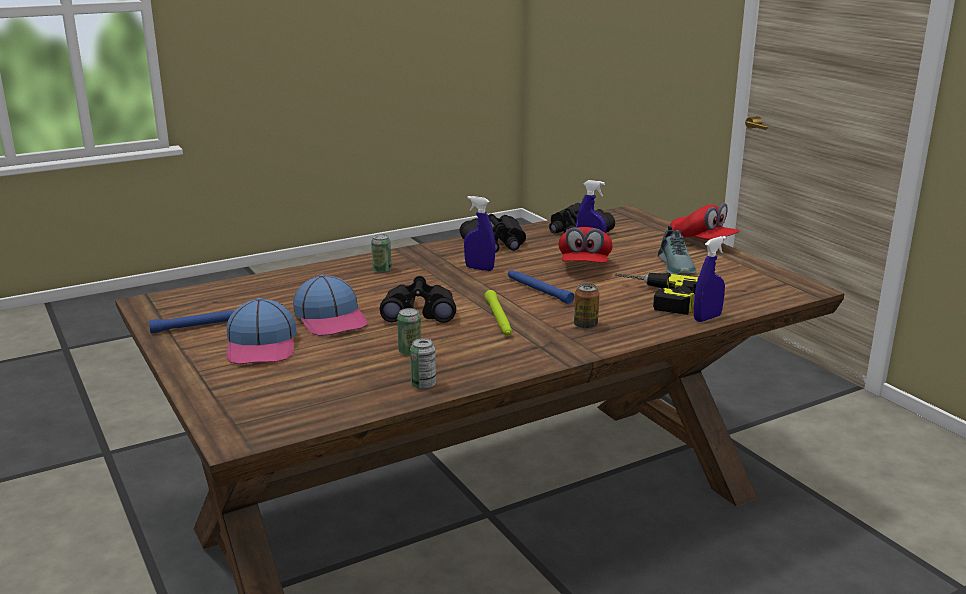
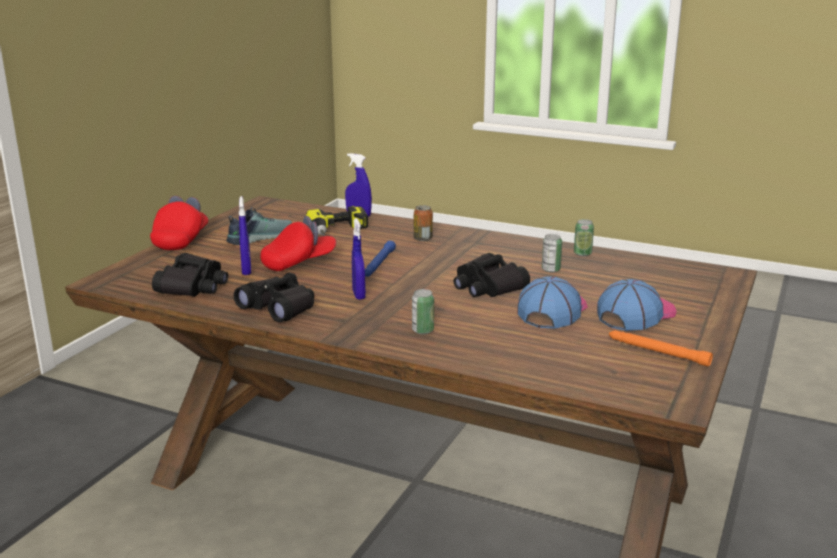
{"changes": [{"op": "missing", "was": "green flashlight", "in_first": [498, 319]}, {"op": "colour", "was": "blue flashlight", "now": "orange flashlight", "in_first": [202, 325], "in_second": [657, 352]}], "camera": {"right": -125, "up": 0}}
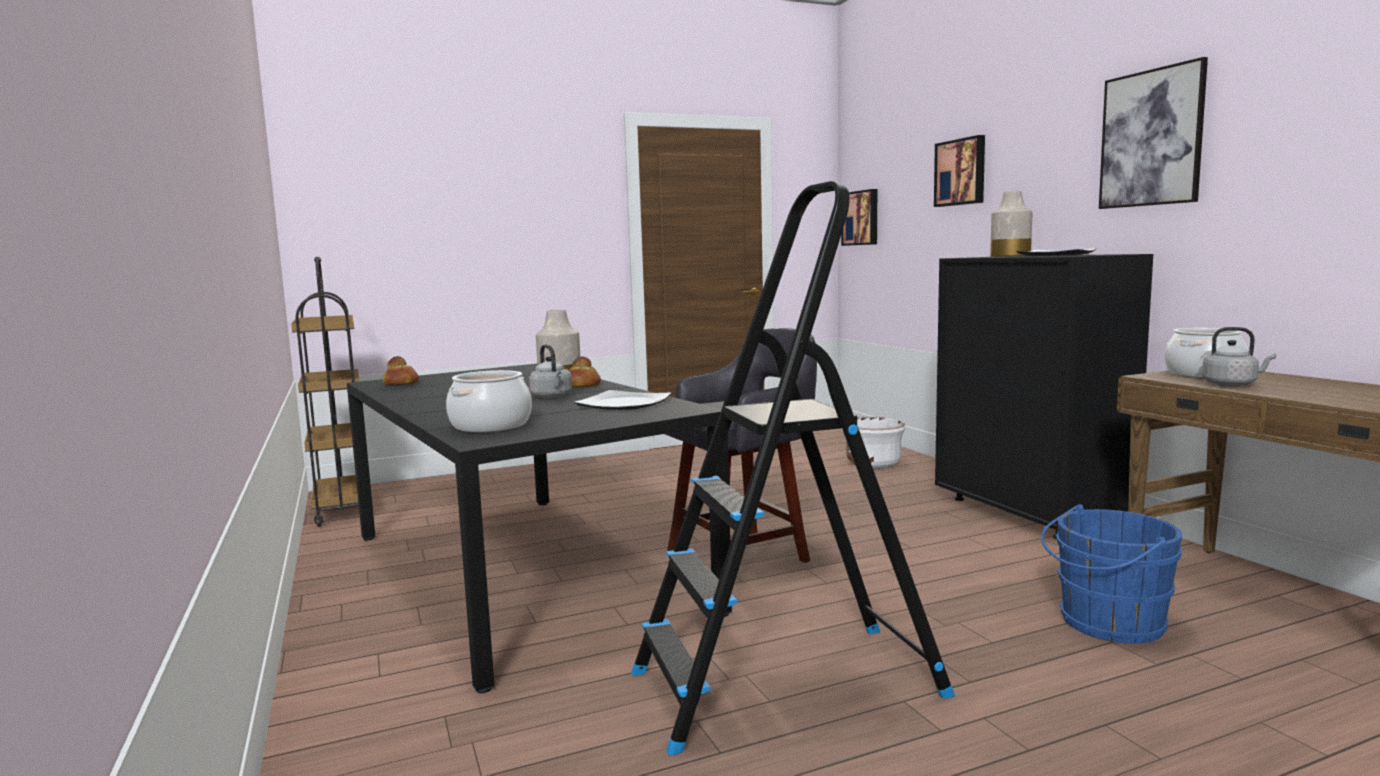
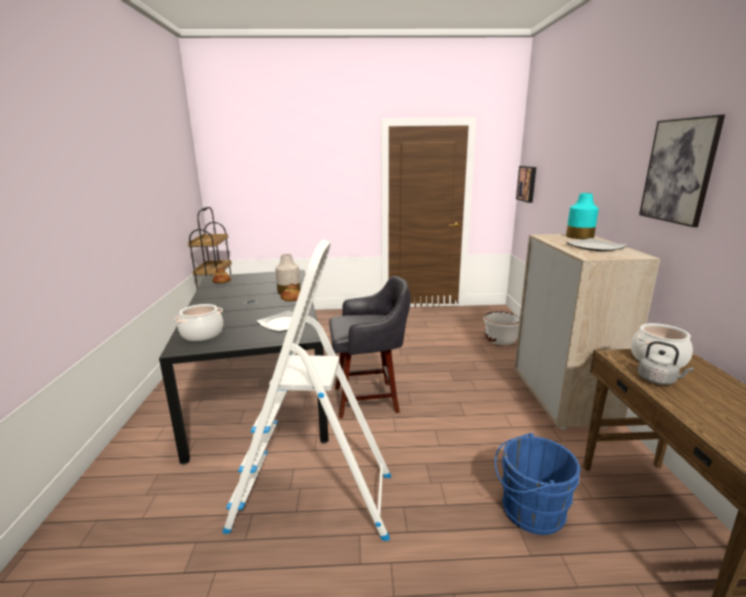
{"changes": [{"op": "missing", "was": "picture", "in_first": [961, 172]}, {"op": "colour", "was": "black step ladder", "now": "white step ladder", "in_first": [784, 684], "in_second": [312, 502]}, {"op": "colour", "was": "beige vase", "now": "turquoise vase", "in_first": [1010, 255], "in_second": [580, 236]}, {"op": "colour", "was": "black cabinet", "now": "beige cabinet", "in_first": [1029, 512], "in_second": [562, 401]}, {"op": "missing", "was": "grey kettle", "in_first": [552, 396]}], "camera": {"right": 20, "up": 10}}
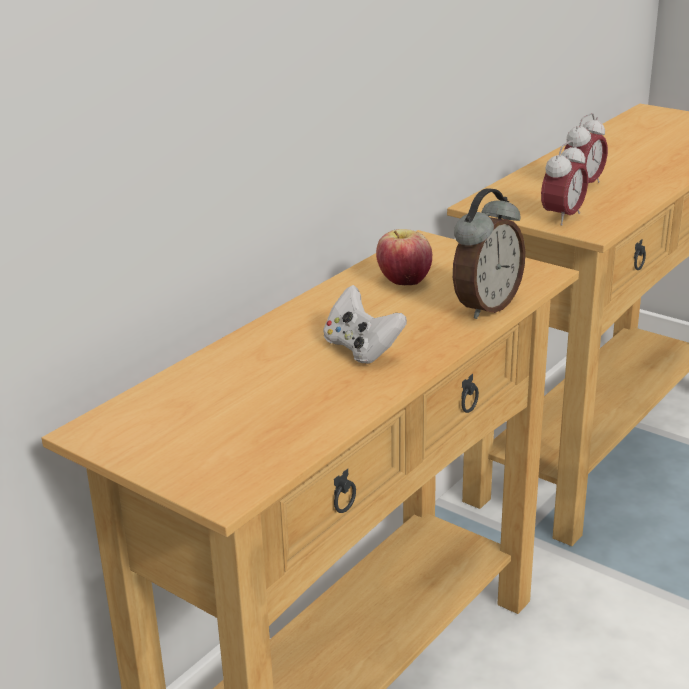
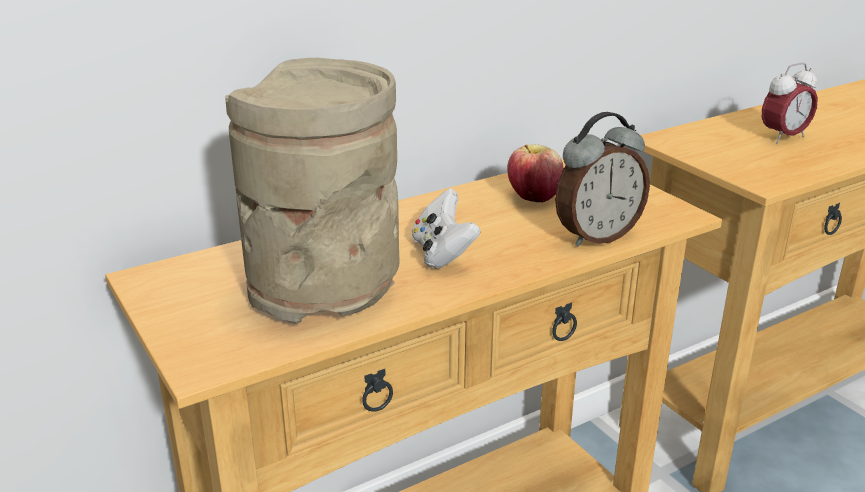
{"changes": [{"op": "missing", "was": "alarm clock", "in_first": [562, 218]}, {"op": "appeared", "now": "beige vase", "in_second": [325, 291]}], "camera": {"right": 20, "up": 0}}
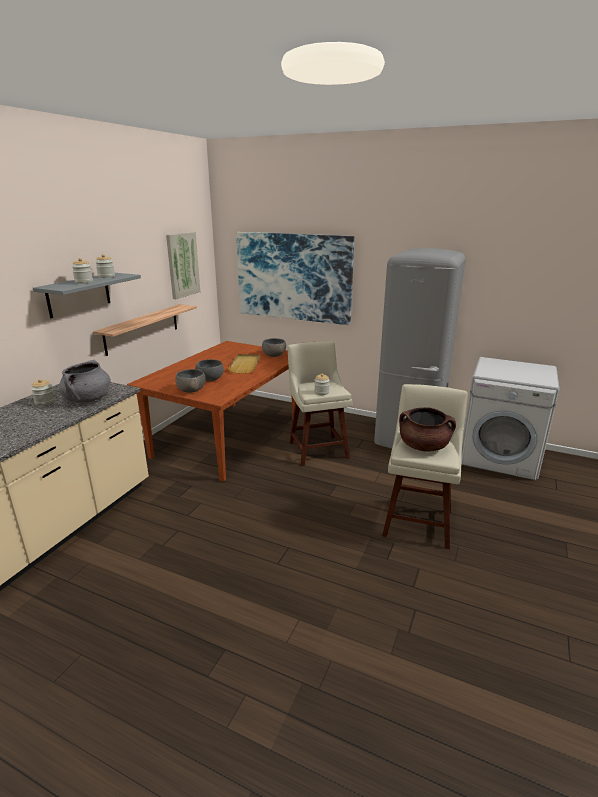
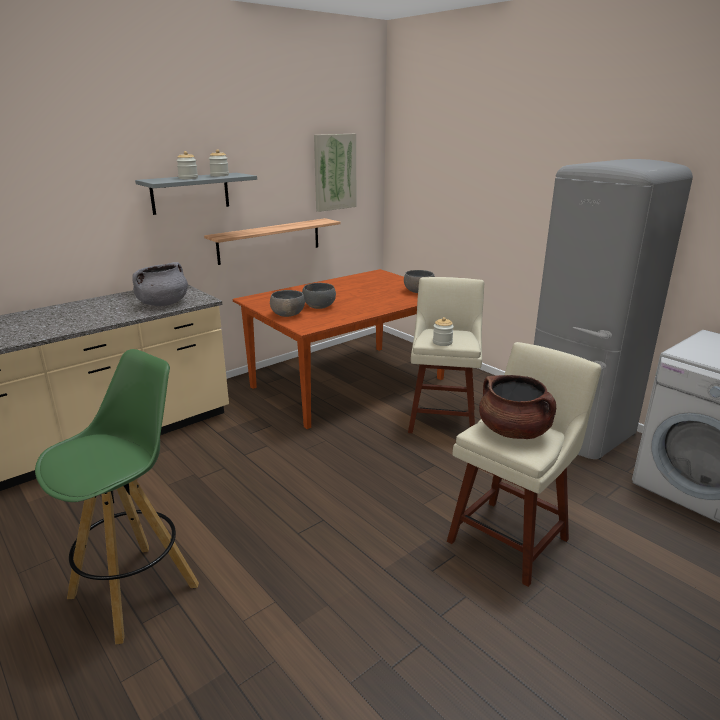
{"changes": [{"op": "missing", "was": "picture", "in_first": [293, 277]}, {"op": "missing", "was": "beige tray", "in_first": [245, 365]}, {"op": "missing", "was": "jar", "in_first": [45, 402]}, {"op": "appeared", "now": "green stool", "in_second": [137, 590]}], "camera": {"right": 25, "up": 0}}
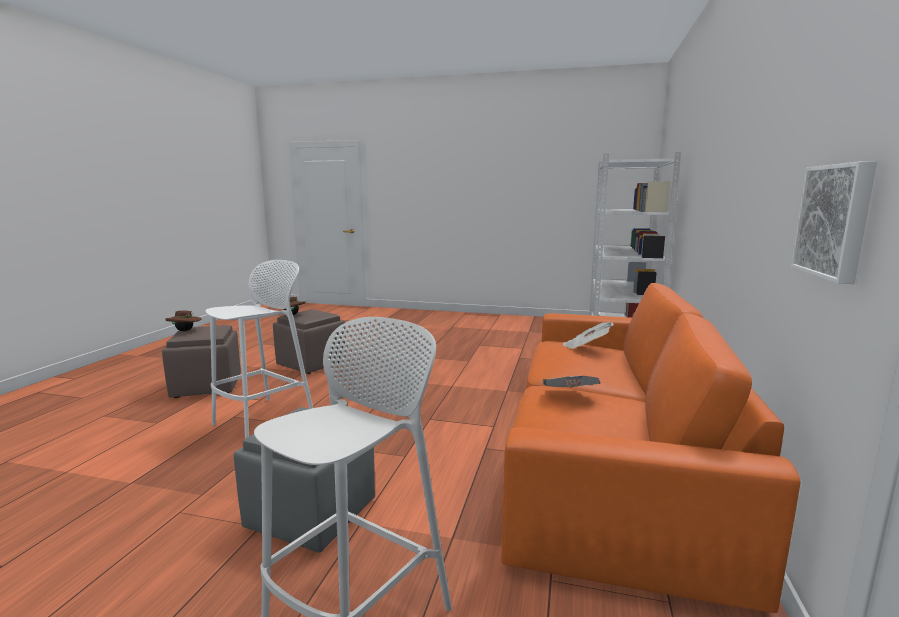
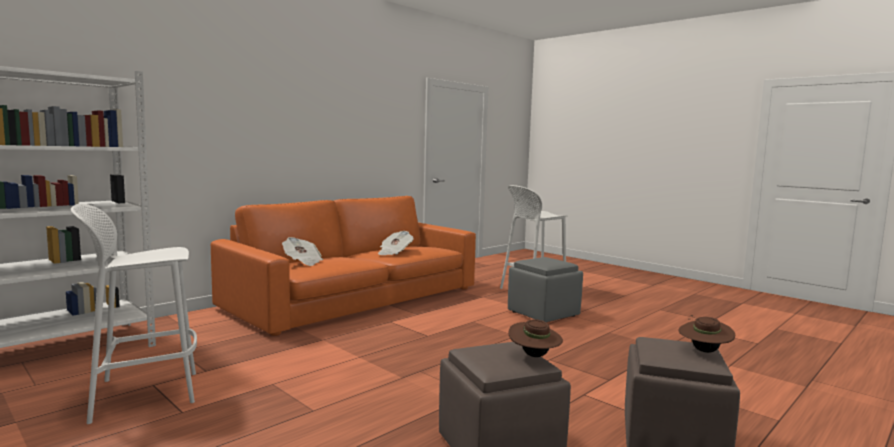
{"changes": [{"op": "missing", "was": "picture", "in_first": [836, 221]}, {"op": "relocated", "was": "white stool", "in_first": [264, 419], "in_second": [143, 394]}], "camera": {"right": -150, "up": -5}}
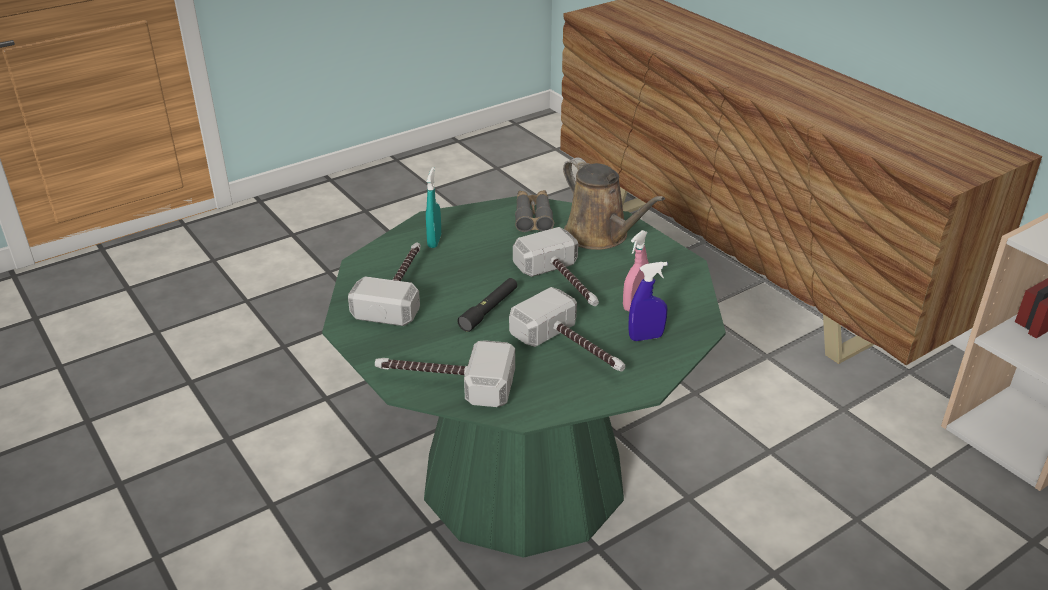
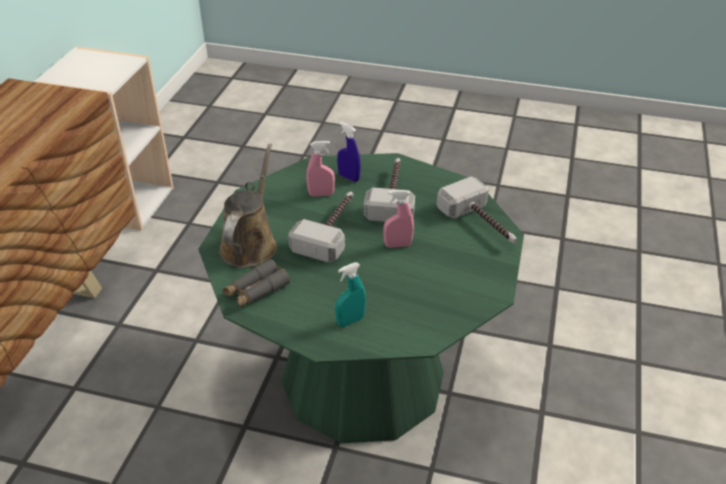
{"changes": [{"op": "missing", "was": "hammer", "in_first": [399, 290]}, {"op": "exchanged", "was": "black flashlight", "now": "pink spray bottle", "in_first": [489, 310], "in_second": [398, 245]}], "camera": {"right": -130, "up": 5}}
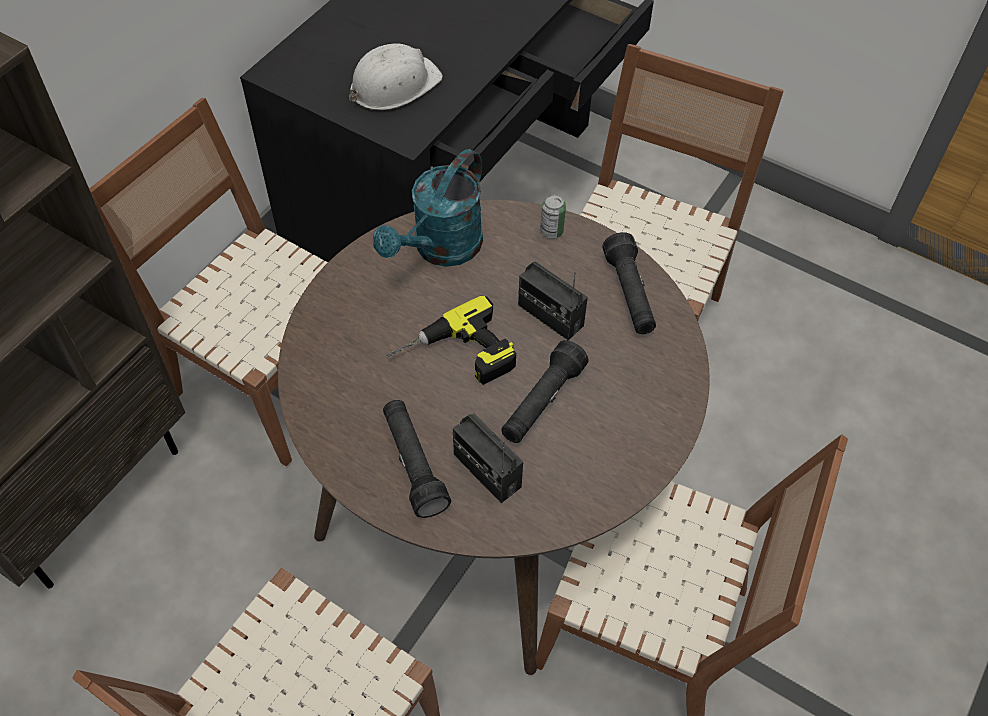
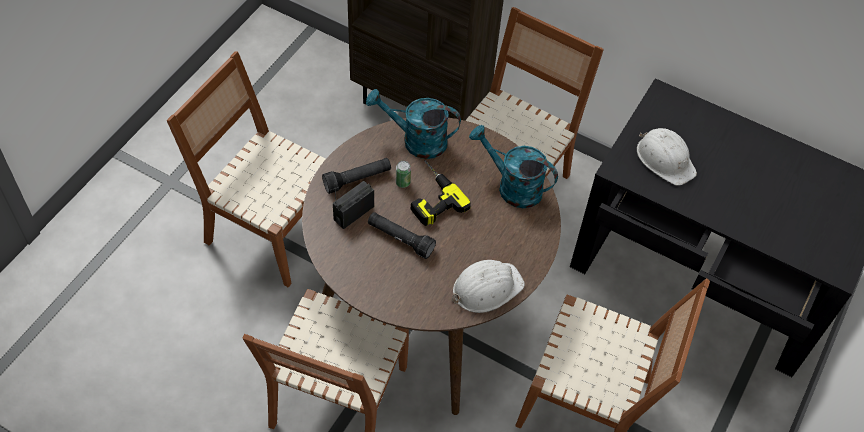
{"changes": [{"op": "relocated", "was": "can", "in_first": [551, 231], "in_second": [403, 182]}, {"op": "exchanged", "was": "black flashlight", "now": "white hard hat", "in_first": [629, 294], "in_second": [486, 288]}, {"op": "missing", "was": "radio", "in_first": [550, 315]}, {"op": "appeared", "now": "turquoise watering can", "in_second": [416, 140]}], "camera": {"right": 85, "up": 0}}
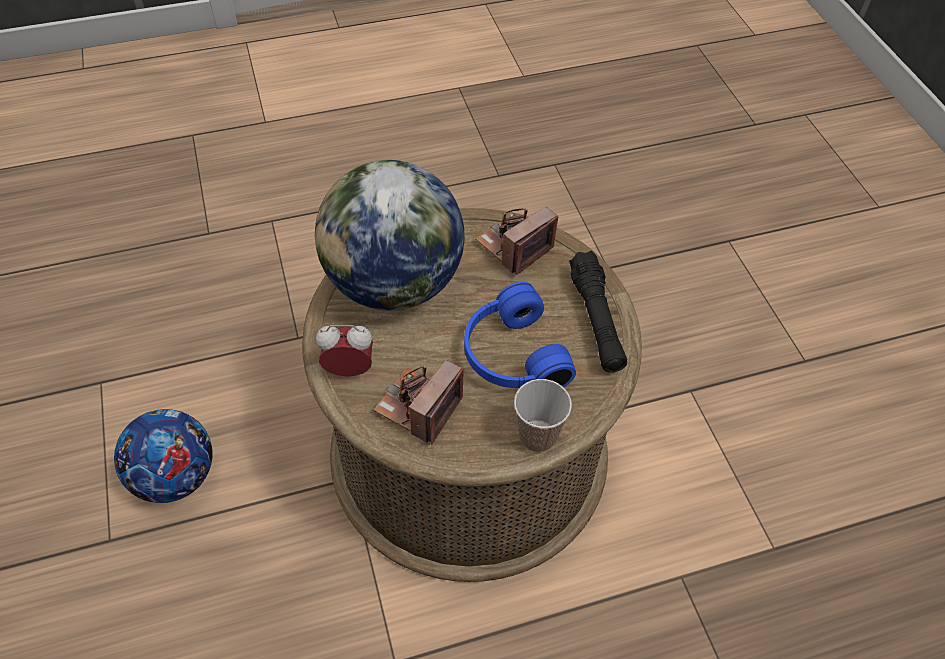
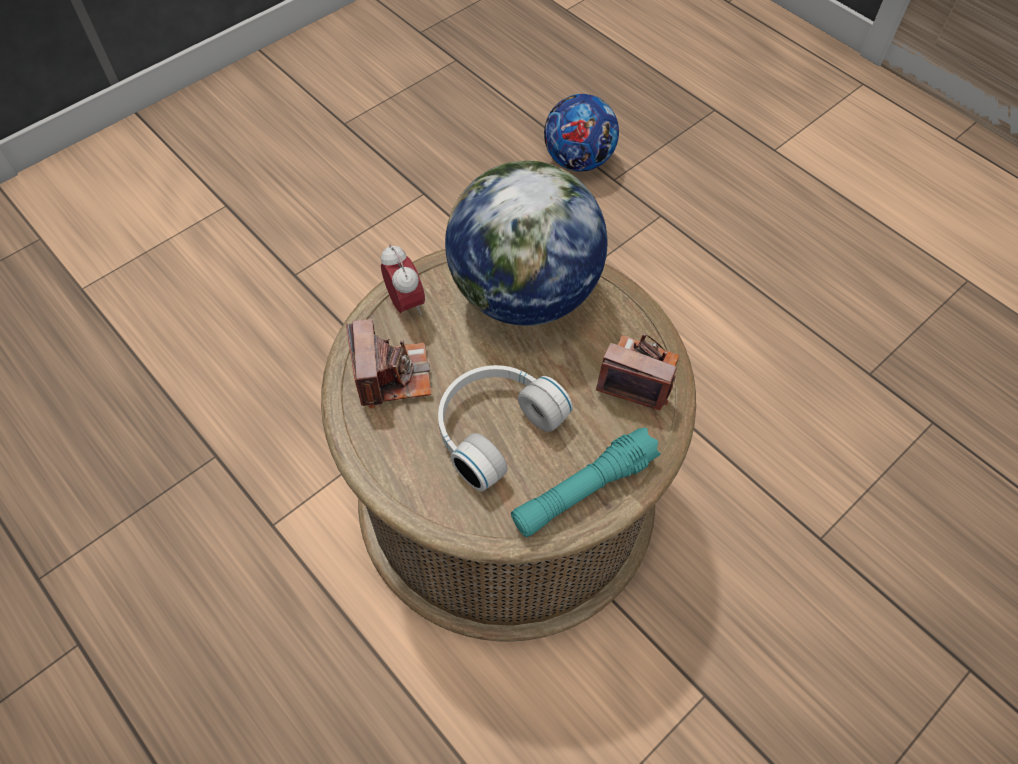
{"changes": [{"op": "colour", "was": "black flashlight", "now": "turquoise flashlight", "in_first": [596, 320], "in_second": [583, 490]}, {"op": "colour", "was": "blue headphones", "now": "white headphones", "in_first": [510, 355], "in_second": [493, 427]}, {"op": "spun", "was": "photo camera", "in_first": [419, 407], "in_second": [391, 374], "clockwise": 75}, {"op": "missing", "was": "cup", "in_first": [537, 436]}, {"op": "relocated", "was": "football", "in_first": [176, 477], "in_second": [578, 160]}], "camera": {"right": 65, "up": 5}}
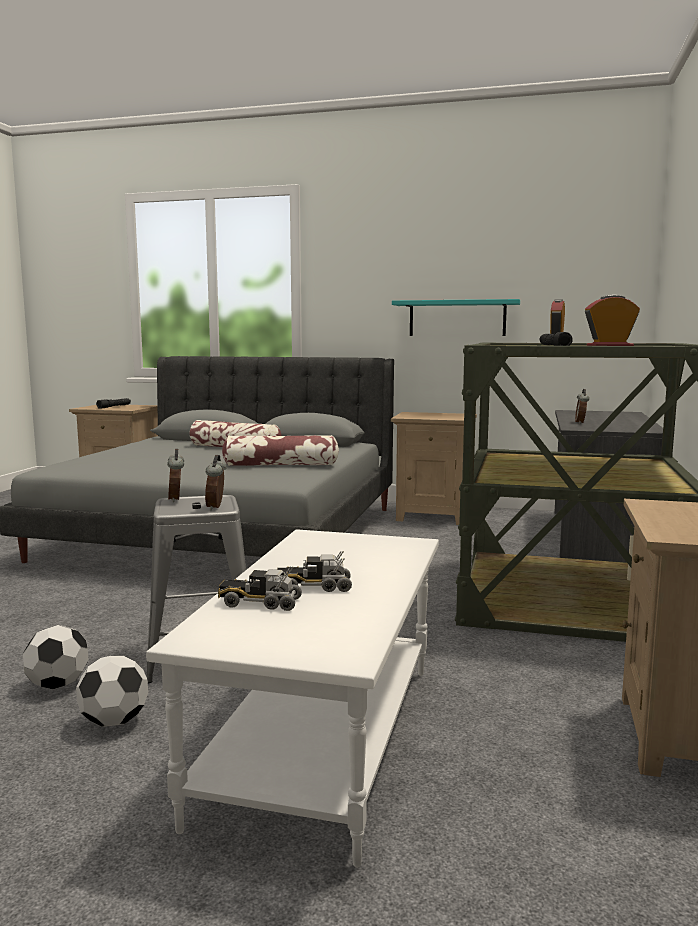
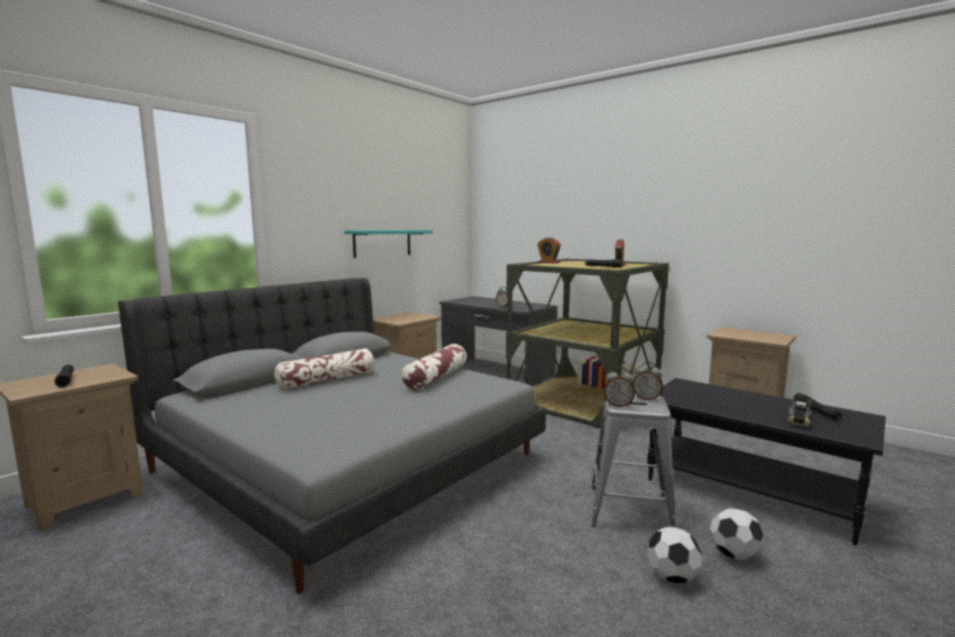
{"changes": [{"op": "colour", "was": "white coffee table", "now": "black coffee table", "in_first": [325, 740], "in_second": [751, 491]}, {"op": "missing", "was": "toy truck", "in_first": [313, 587]}, {"op": "appeared", "now": "black flashlight", "in_second": [816, 412]}], "camera": {"right": -65, "up": 0}}
